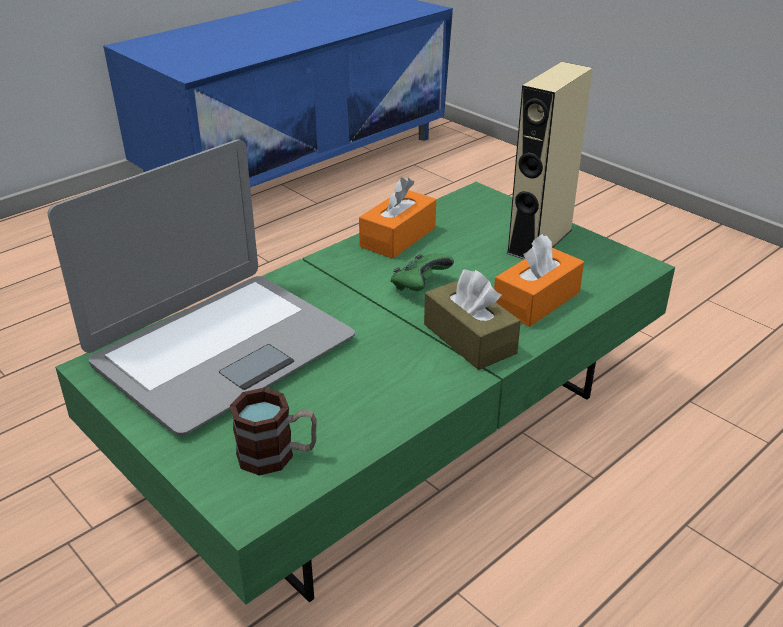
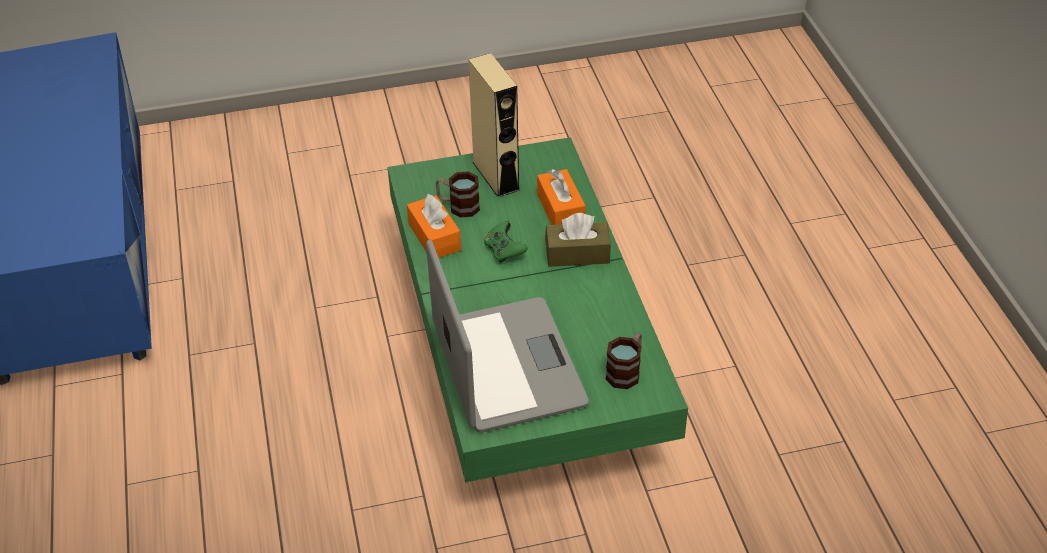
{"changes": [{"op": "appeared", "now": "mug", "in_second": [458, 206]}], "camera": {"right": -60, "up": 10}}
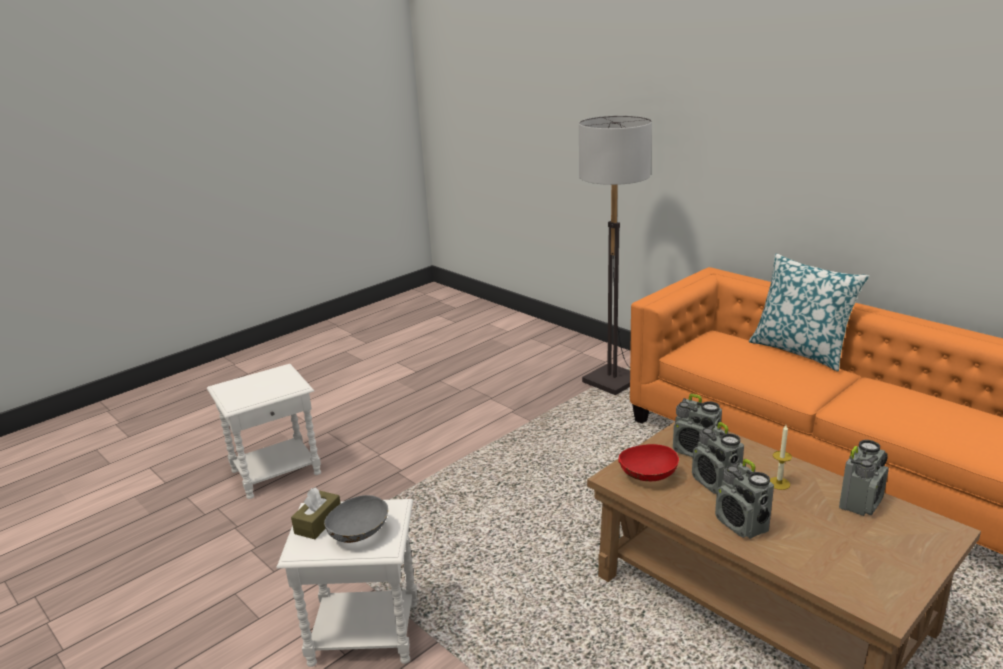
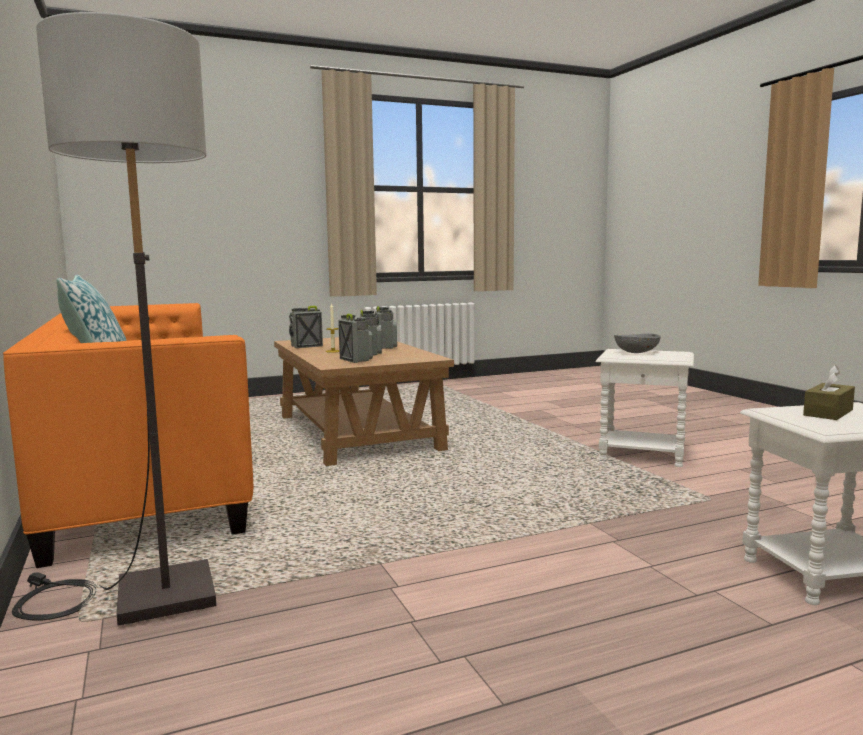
{"changes": [{"op": "missing", "was": "red bowl", "in_first": [647, 477]}, {"op": "relocated", "was": "brown tissue box", "in_first": [318, 522], "in_second": [828, 413]}], "camera": {"right": -160, "up": -15}}
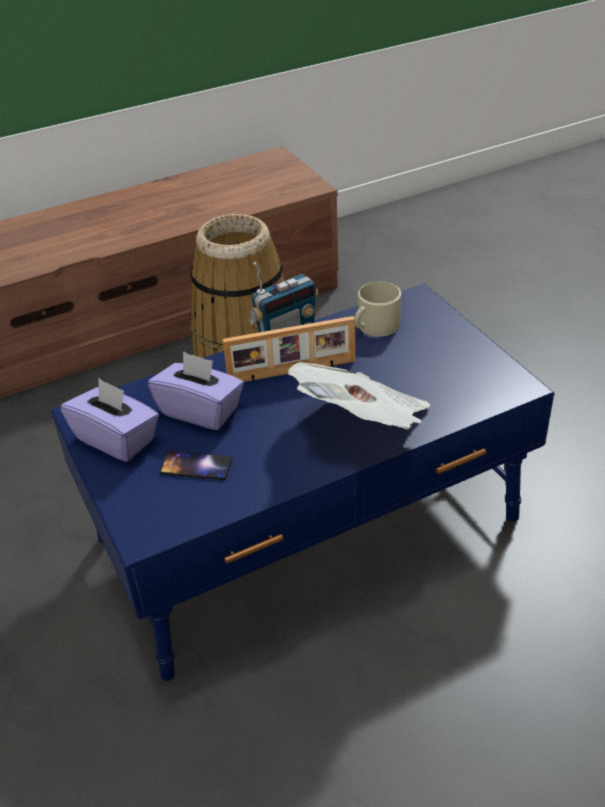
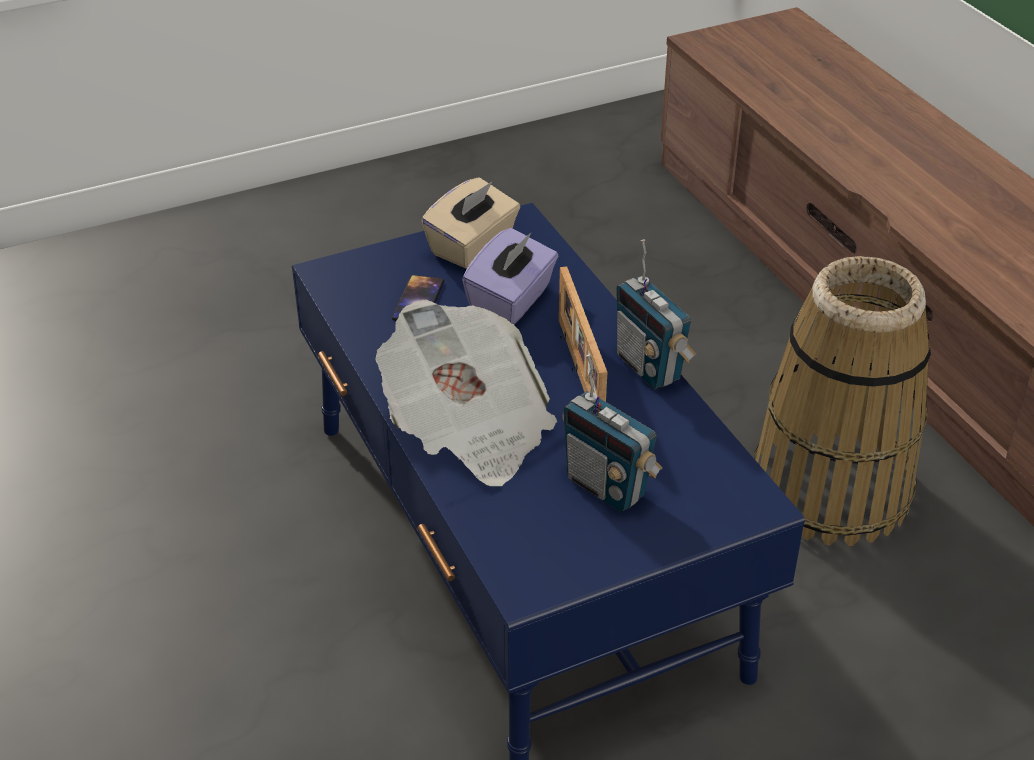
{"changes": [{"op": "missing", "was": "beige mug", "in_first": [374, 326]}, {"op": "colour", "was": "purple tissue box", "now": "beige tissue box", "in_first": [117, 439], "in_second": [473, 246]}, {"op": "appeared", "now": "radio", "in_second": [606, 487]}], "camera": {"right": 90, "up": 0}}
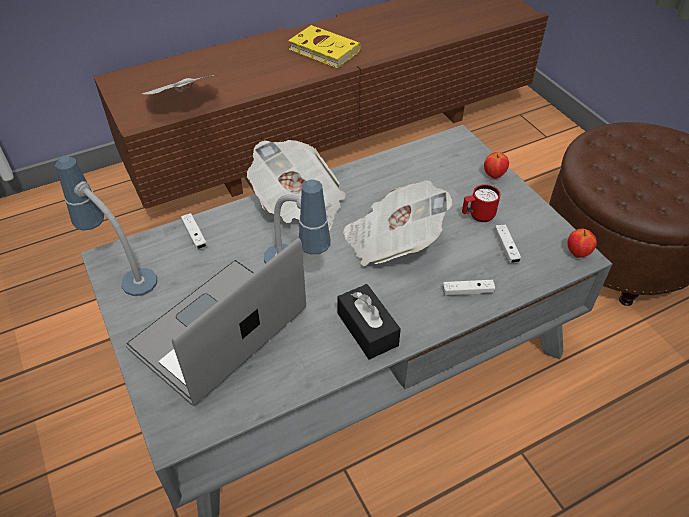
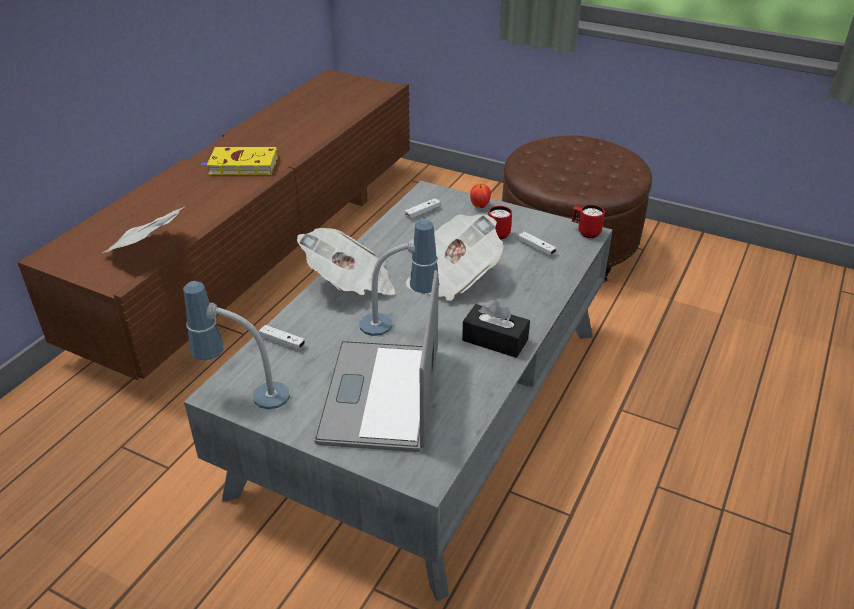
{"changes": [{"op": "exchanged", "was": "apple", "now": "red mug", "in_first": [577, 253], "in_second": [585, 232]}, {"op": "relocated", "was": "white game controller", "in_first": [467, 291], "in_second": [422, 212]}], "camera": {"right": -35, "up": -10}}
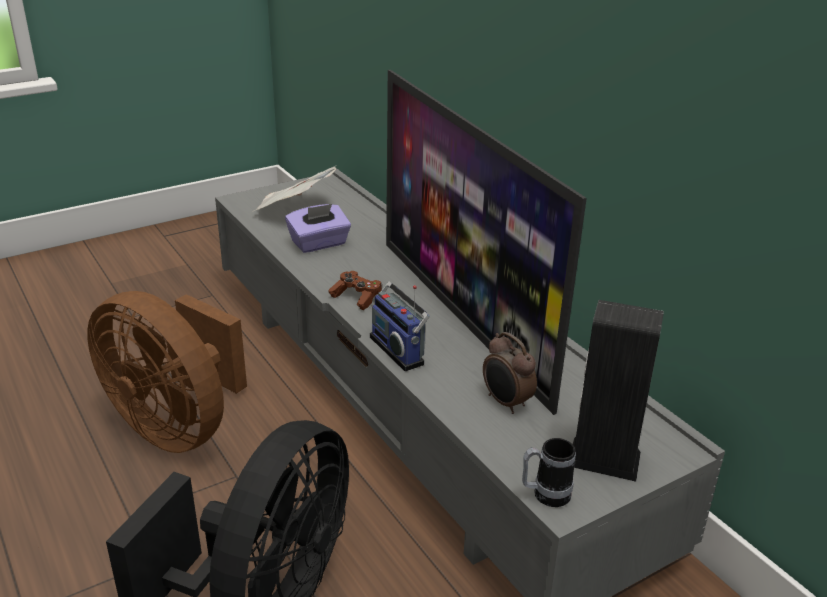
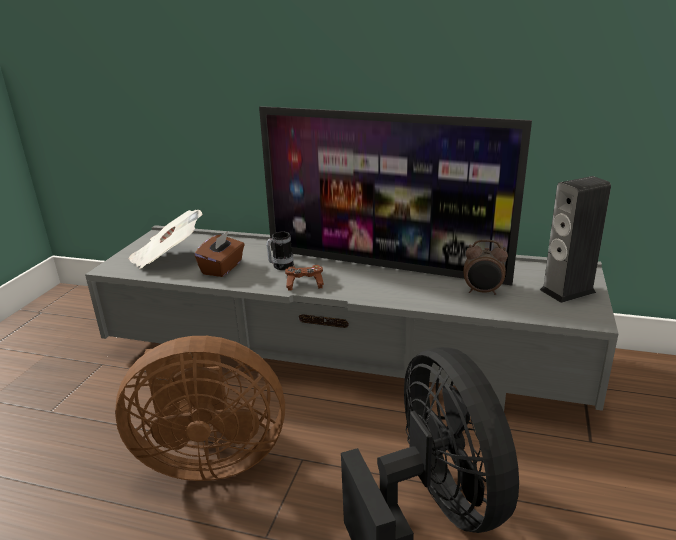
{"changes": [{"op": "colour", "was": "purple tissue box", "now": "brown tissue box", "in_first": [319, 244], "in_second": [223, 268]}, {"op": "missing", "was": "radio", "in_first": [400, 349]}, {"op": "relocated", "was": "mug", "in_first": [544, 495], "in_second": [280, 267]}], "camera": {"right": -40, "up": -5}}
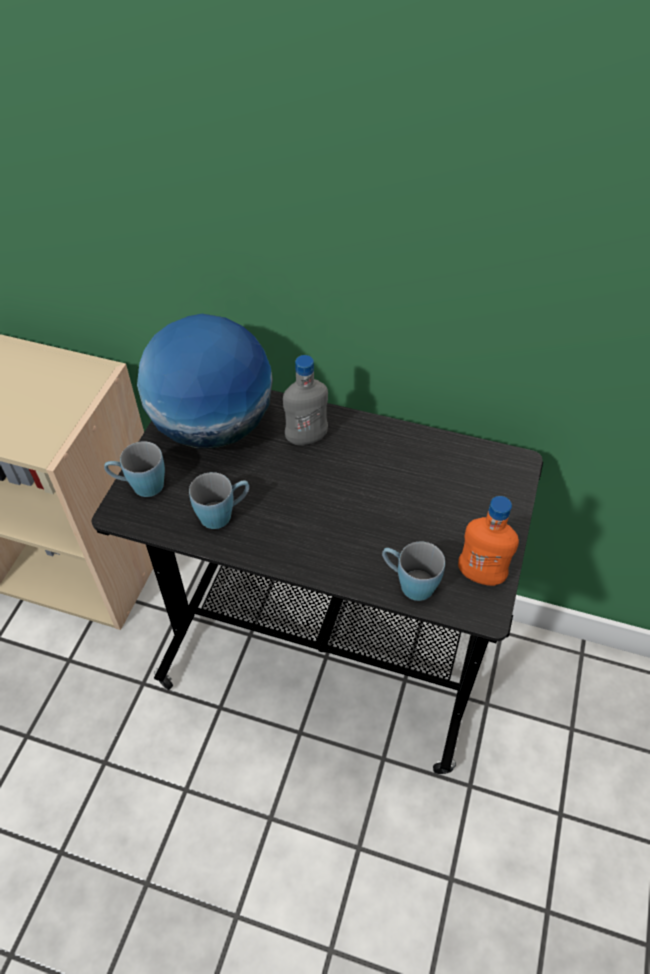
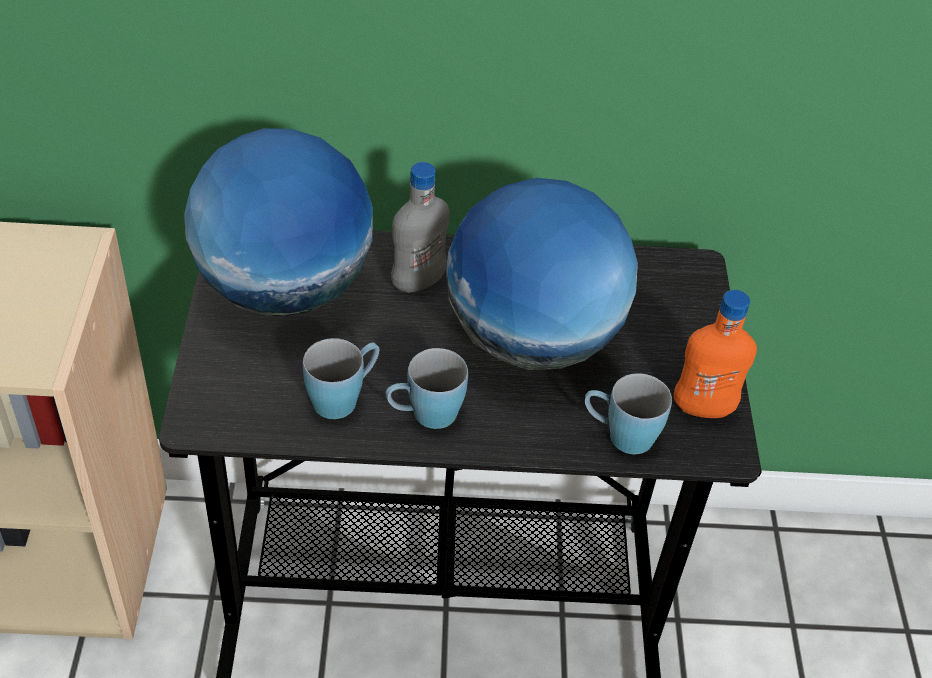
{"changes": [{"op": "relocated", "was": "blue mug", "in_first": [140, 486], "in_second": [424, 415]}, {"op": "appeared", "now": "globe", "in_second": [531, 339]}], "camera": {"right": -20, "up": -5}}
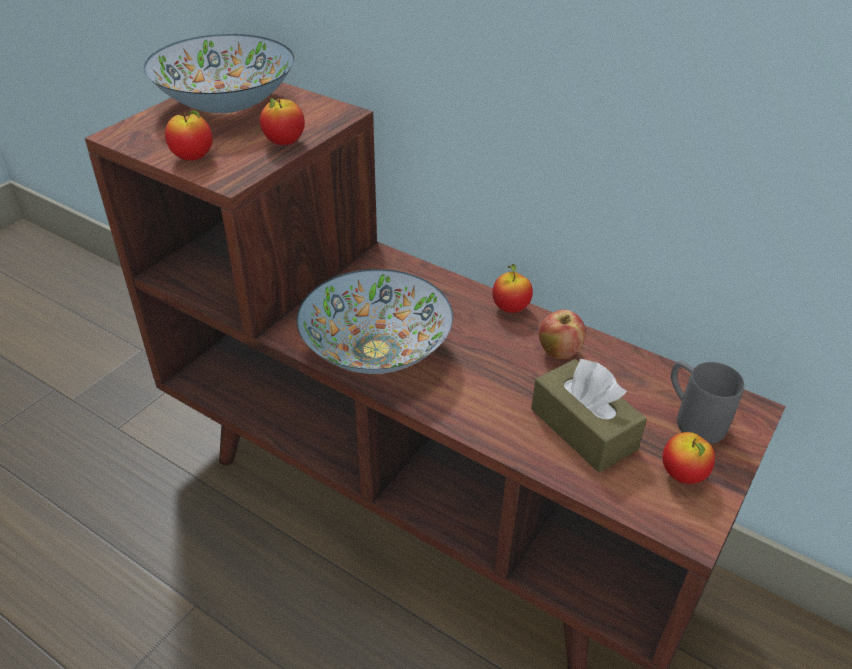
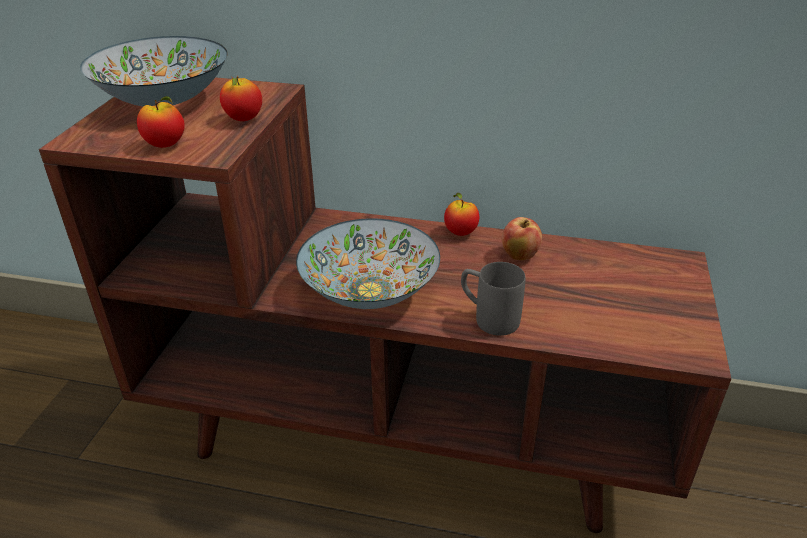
{"changes": [{"op": "missing", "was": "brown tissue box", "in_first": [583, 429]}, {"op": "relocated", "was": "grey mug", "in_first": [691, 418], "in_second": [488, 317]}, {"op": "missing", "was": "apple", "in_first": [682, 475]}], "camera": {"right": -20, "up": -5}}
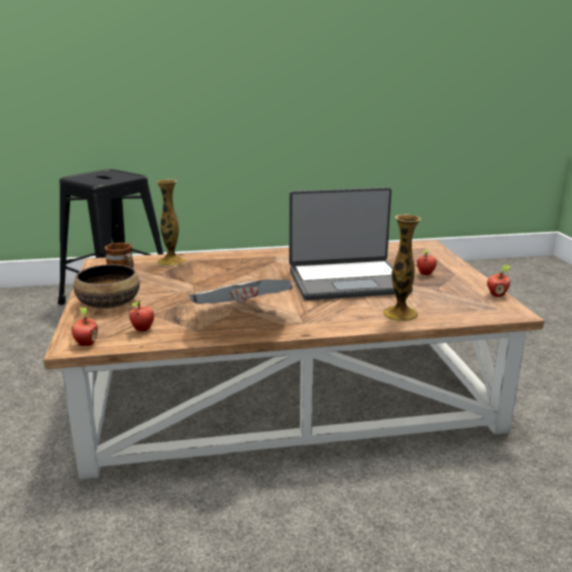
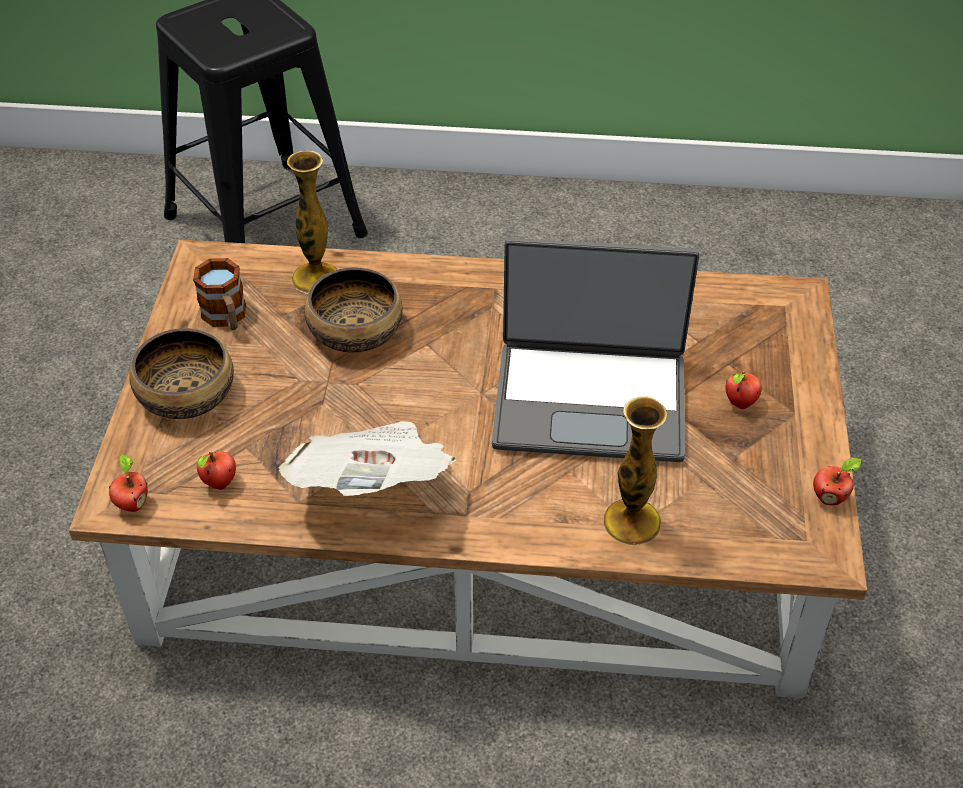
{"changes": [{"op": "appeared", "now": "bowl", "in_second": [355, 331]}], "camera": {"right": 15, "up": 25}}
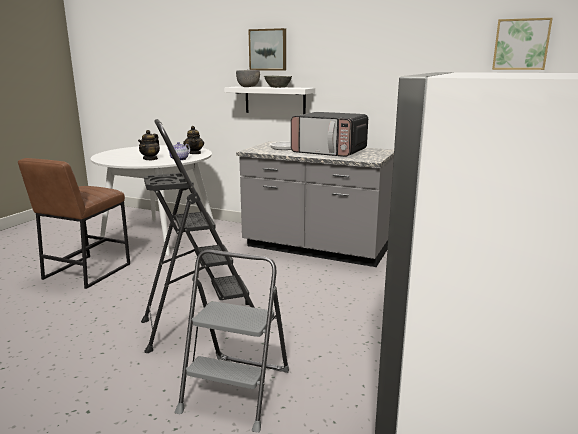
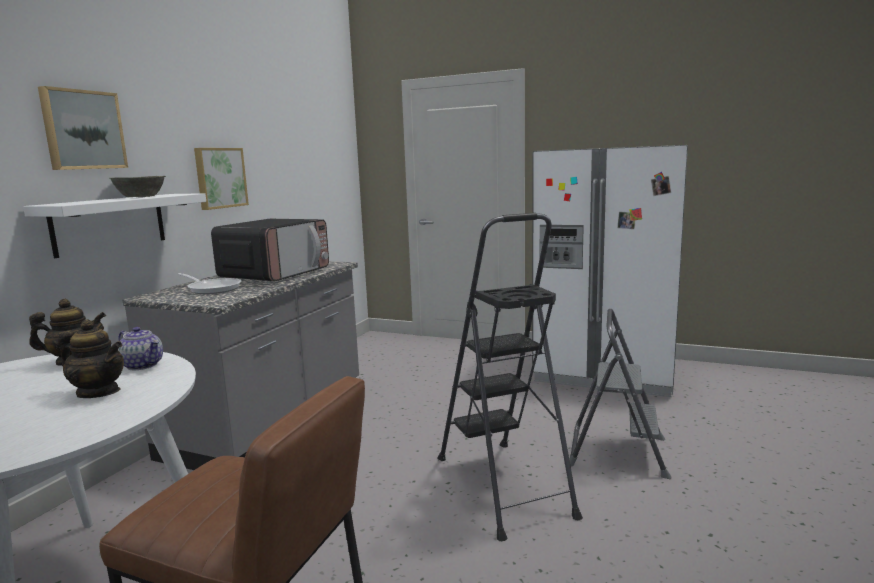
{"changes": [{"op": "relocated", "was": "picture", "in_first": [521, 44], "in_second": [220, 178]}, {"op": "missing", "was": "grey bowl", "in_first": [248, 87]}], "camera": {"right": -90, "up": -5}}
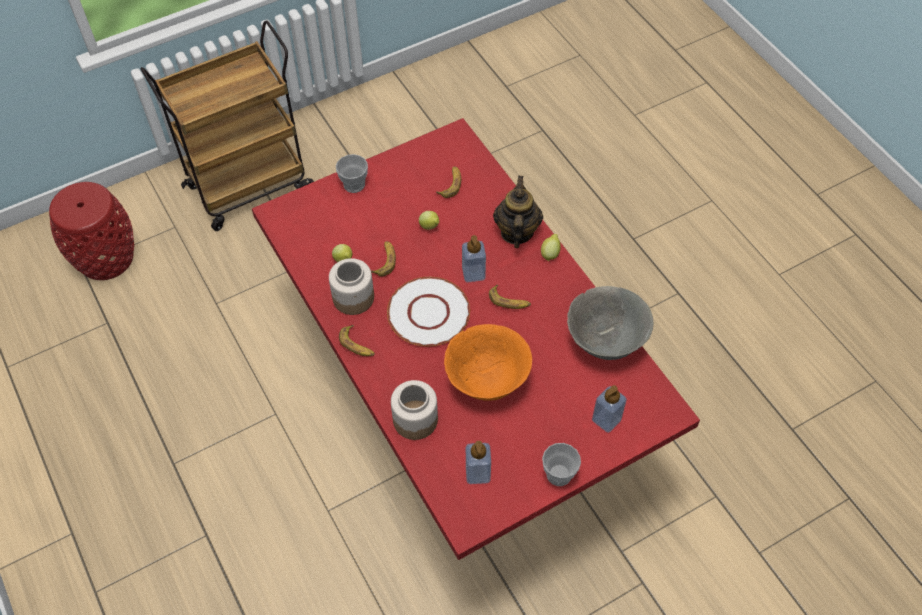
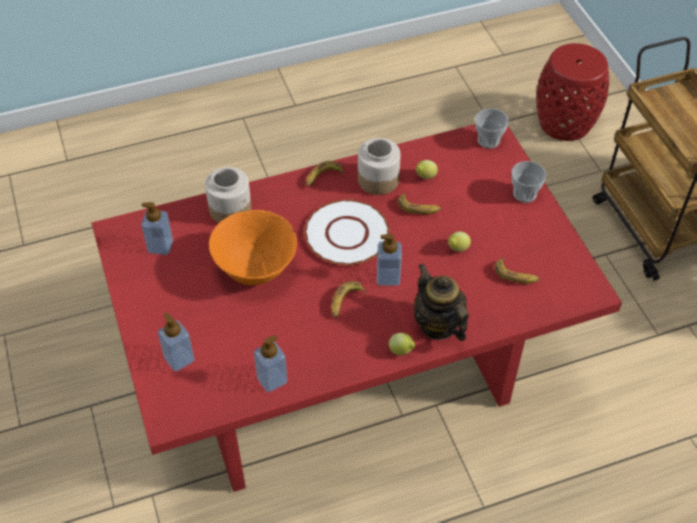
{"changes": [{"op": "spun", "was": "teapot", "in_first": [516, 232], "in_second": [438, 325], "clockwise": -135}, {"op": "exchanged", "was": "grey bowl", "now": "soap dispenser", "in_first": [605, 341], "in_second": [272, 379]}, {"op": "relocated", "was": "cup", "in_first": [559, 474], "in_second": [488, 140]}], "camera": {"right": 100, "up": -5}}
